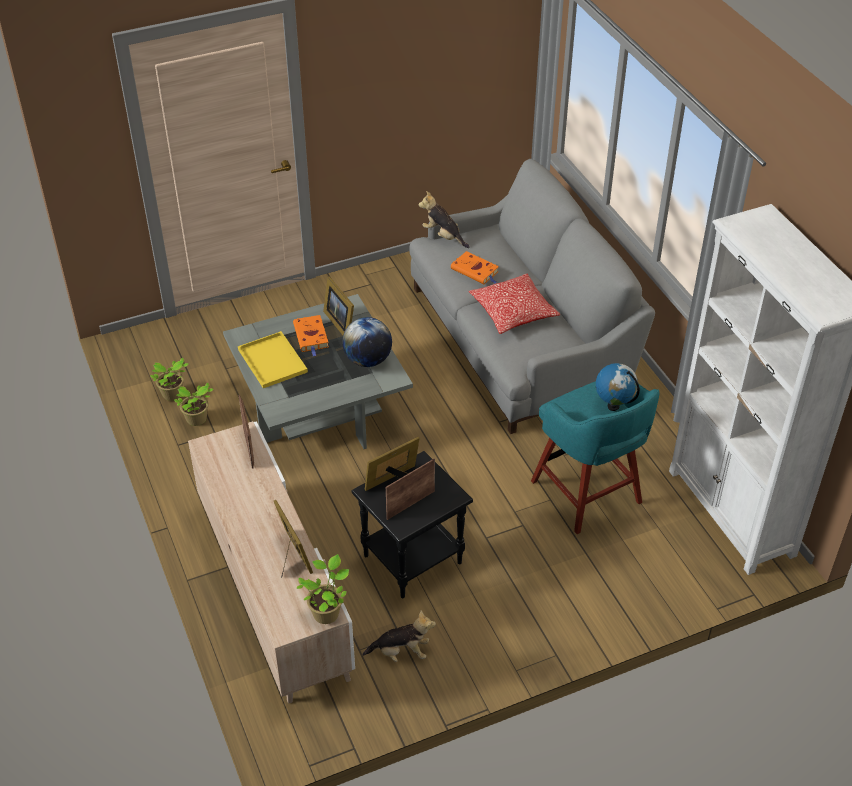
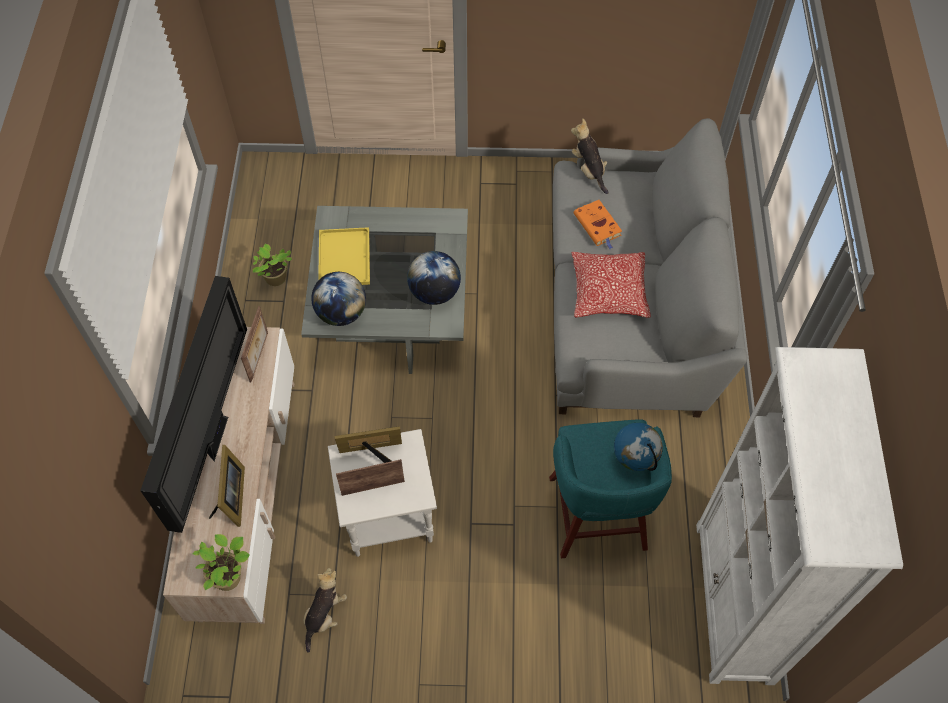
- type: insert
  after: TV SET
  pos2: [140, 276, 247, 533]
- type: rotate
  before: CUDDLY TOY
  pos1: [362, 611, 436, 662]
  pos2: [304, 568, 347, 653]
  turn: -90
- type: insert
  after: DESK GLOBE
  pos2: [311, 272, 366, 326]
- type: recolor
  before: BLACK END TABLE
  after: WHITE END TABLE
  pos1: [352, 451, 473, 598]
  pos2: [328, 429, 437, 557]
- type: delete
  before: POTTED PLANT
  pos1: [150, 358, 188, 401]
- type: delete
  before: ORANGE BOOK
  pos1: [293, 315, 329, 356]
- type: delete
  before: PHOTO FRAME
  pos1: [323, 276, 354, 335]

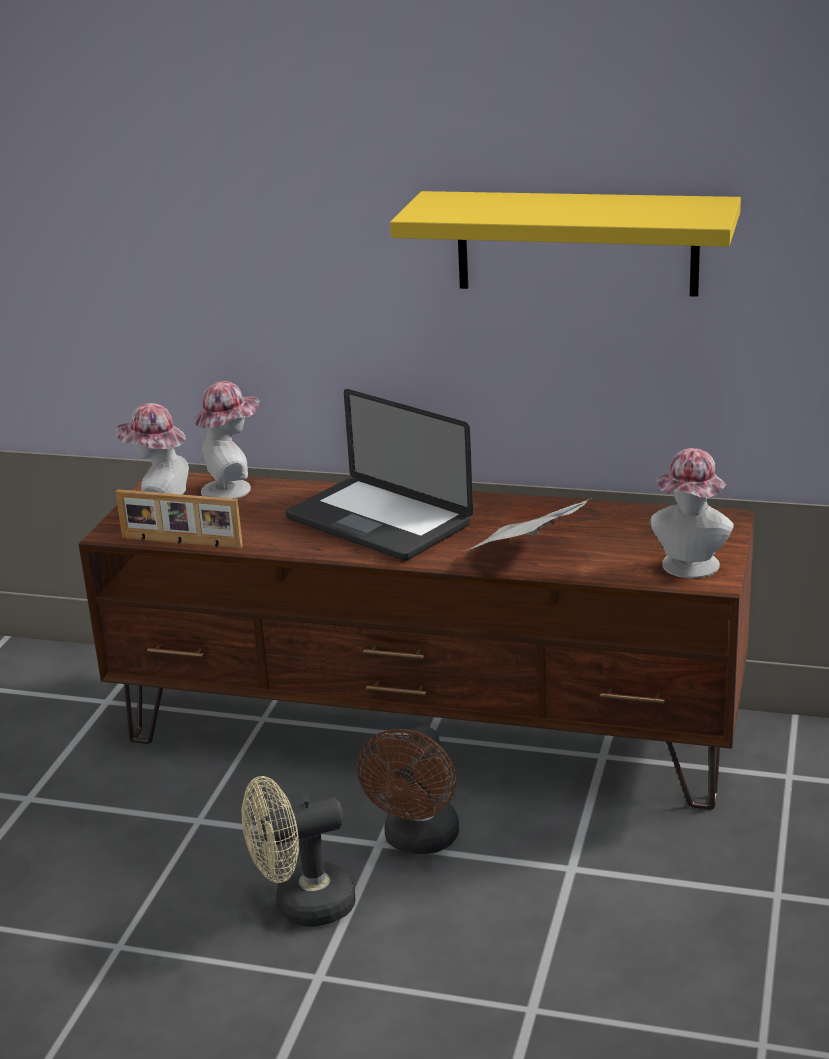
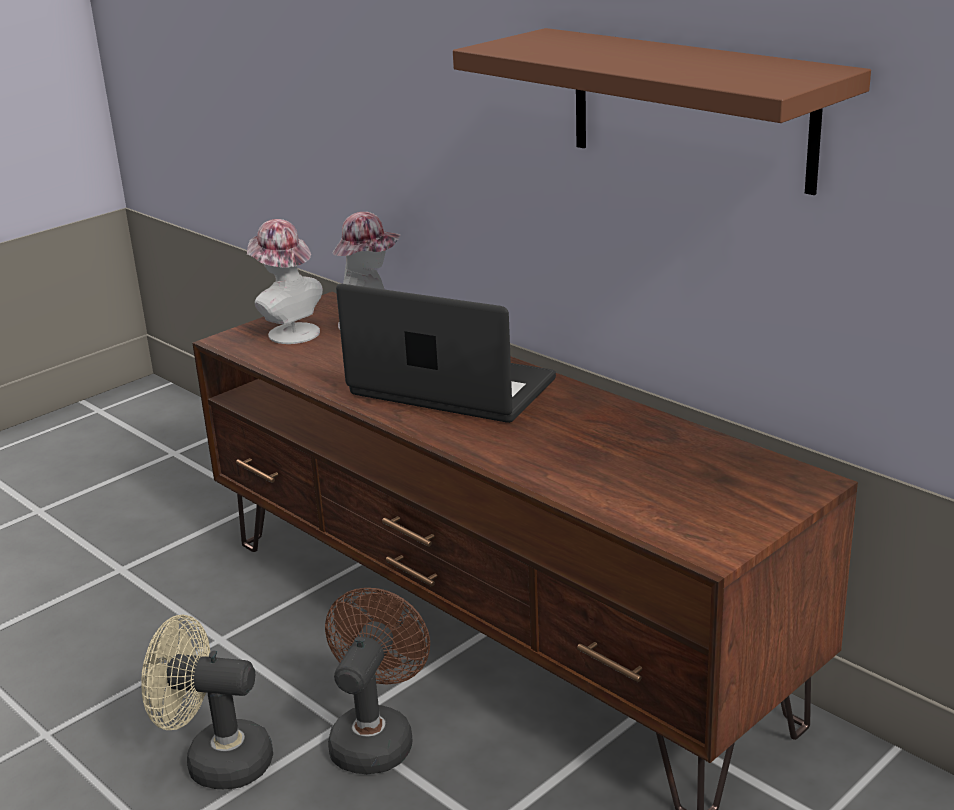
- type: rotate
  before: BROWN-COLOURED ELECTRIC FAN
  pos1: [357, 725, 459, 854]
  pos2: [325, 588, 430, 774]
  turn: 150
- type: rotate
  before: NOTEBOOK COMPUTER
  pos1: [285, 389, 473, 561]
  pos2: [336, 284, 556, 423]
  turn: 135
- type: recolor
  before: YELLOWISH BRACKET SHELF
  after: BROWN-COLOURED BRACKET SHELF
  pos1: [390, 191, 741, 297]
  pos2: [453, 28, 871, 195]
- type: delete
  before: PHOTO FRAME
  pos1: [116, 489, 243, 549]
- type: delete
  before: NEWSPAPER
  pos1: [464, 497, 595, 551]
- type: delete
  before: HAT
  pos1: [650, 448, 734, 578]

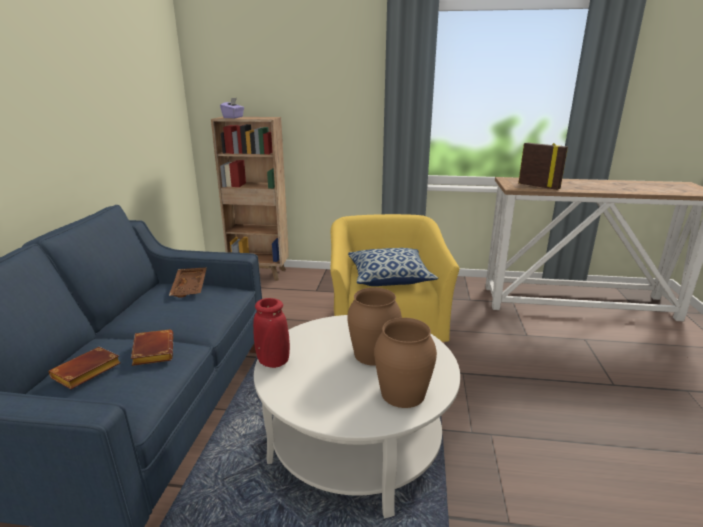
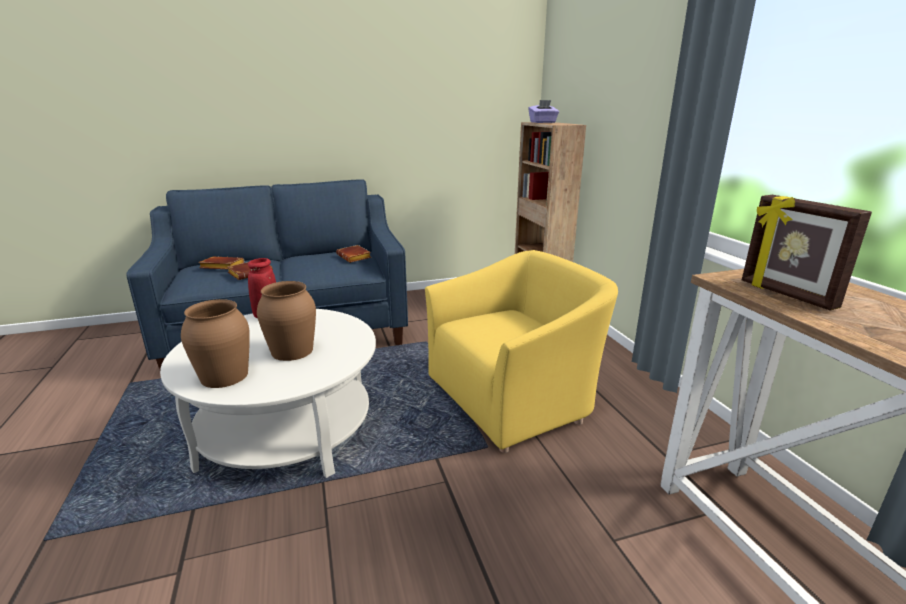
- type: replace
  before: BROWN-COLOURED TRAY
  after: BROWN-COLOURED BOOK
  pos1: [169, 267, 207, 298]
  pos2: [336, 245, 371, 263]
- type: rotate
  before: PHOTO FRAME
  pos1: [518, 143, 568, 190]
  pos2: [742, 195, 872, 311]
  turn: 135
- type: delete
  before: PILLOW
  pos1: [348, 248, 438, 286]

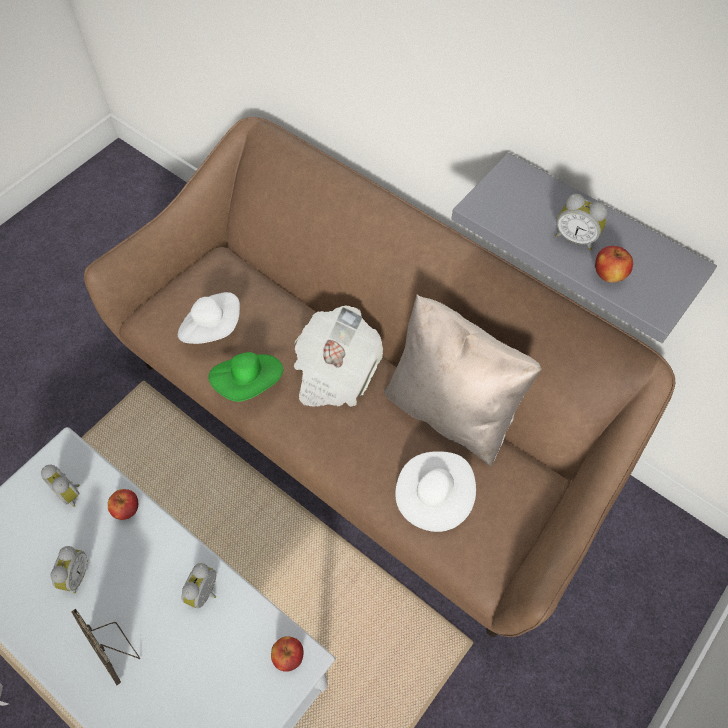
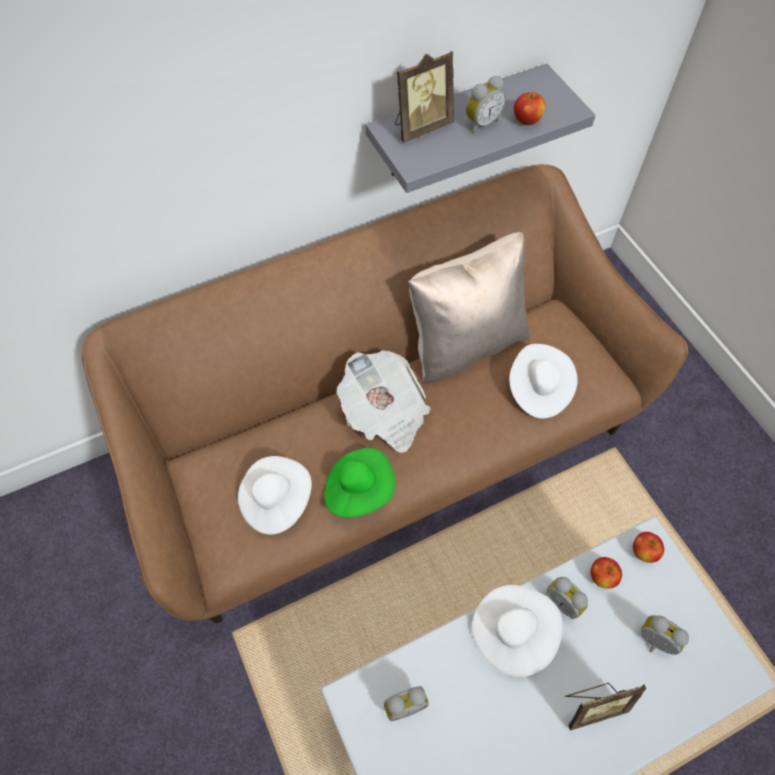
- type: insert
  after: PHOTO FRAME
  pos2: [395, 51, 454, 142]
- type: insert
  after: WHITE HAT
  pos2: [472, 585, 563, 677]
- type: move
  before: APPLE
  pos1: [108, 489, 138, 520]
  pos2: [591, 557, 622, 589]
- type: move
  before: TABLE CLOCK
  pos1: [51, 546, 88, 594]
  pos2: [641, 615, 689, 655]

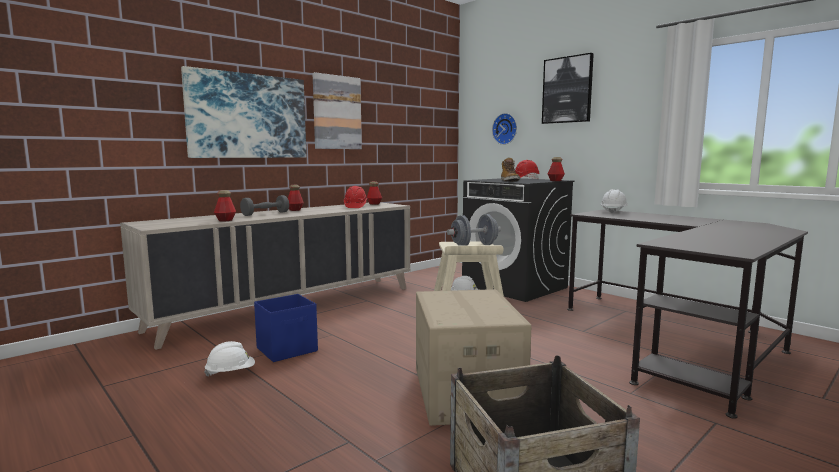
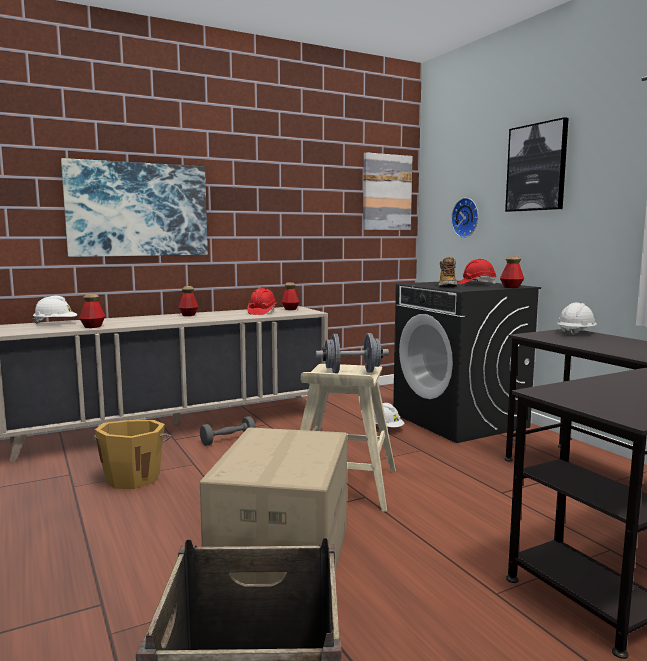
- type: move
  before: WHITE HARD HAT
  pos1: [204, 341, 255, 376]
  pos2: [33, 296, 77, 324]
- type: replace
  before: BLUISH STORAGE BOX
  after: ORANGE WATER BUCKET
  pos1: [254, 294, 318, 362]
  pos2: [93, 420, 172, 489]
- type: move
  before: GRAY DUMBBELL
  pos1: [240, 195, 289, 216]
  pos2: [200, 416, 256, 446]
- type: move
  before: WALL PICTURE
  pos1: [313, 72, 362, 149]
  pos2: [363, 152, 412, 230]

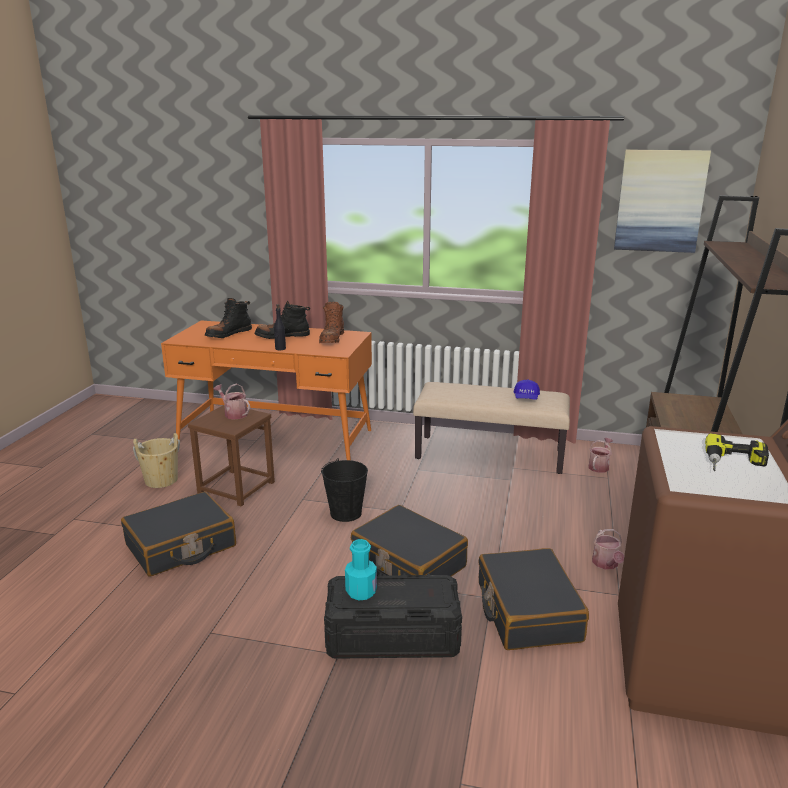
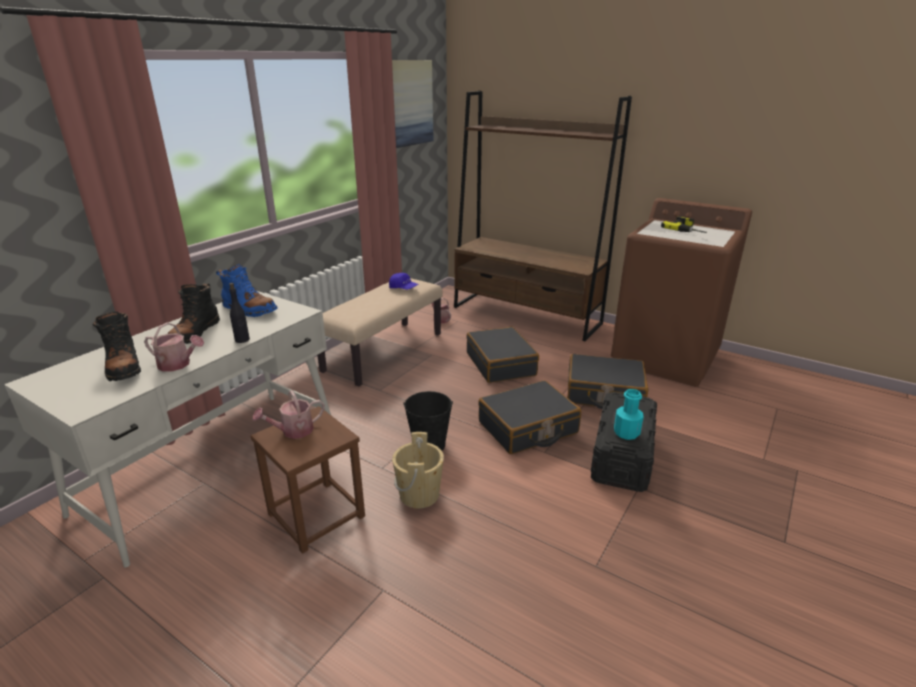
- type: recolor
  before: ORANGE DESK UNIT
  after: WHITE DESK UNIT
  pos1: [161, 320, 372, 460]
  pos2: [4, 291, 331, 567]
- type: move
  before: WATERING POT
  pos1: [592, 529, 624, 569]
  pos2: [144, 322, 204, 372]
- type: recolor
  before: BROWN-COLOURED BOOT
  after: BLUISH BOOT
  pos1: [319, 302, 344, 343]
  pos2: [216, 264, 277, 317]
- type: move
  before: BEIGE WATER BUCKET
  pos1: [133, 433, 180, 488]
  pos2: [392, 432, 444, 508]
- type: move
  before: BLACK PIECE OF LUGGAGE
  pos1: [121, 492, 236, 576]
  pos2: [466, 327, 539, 383]

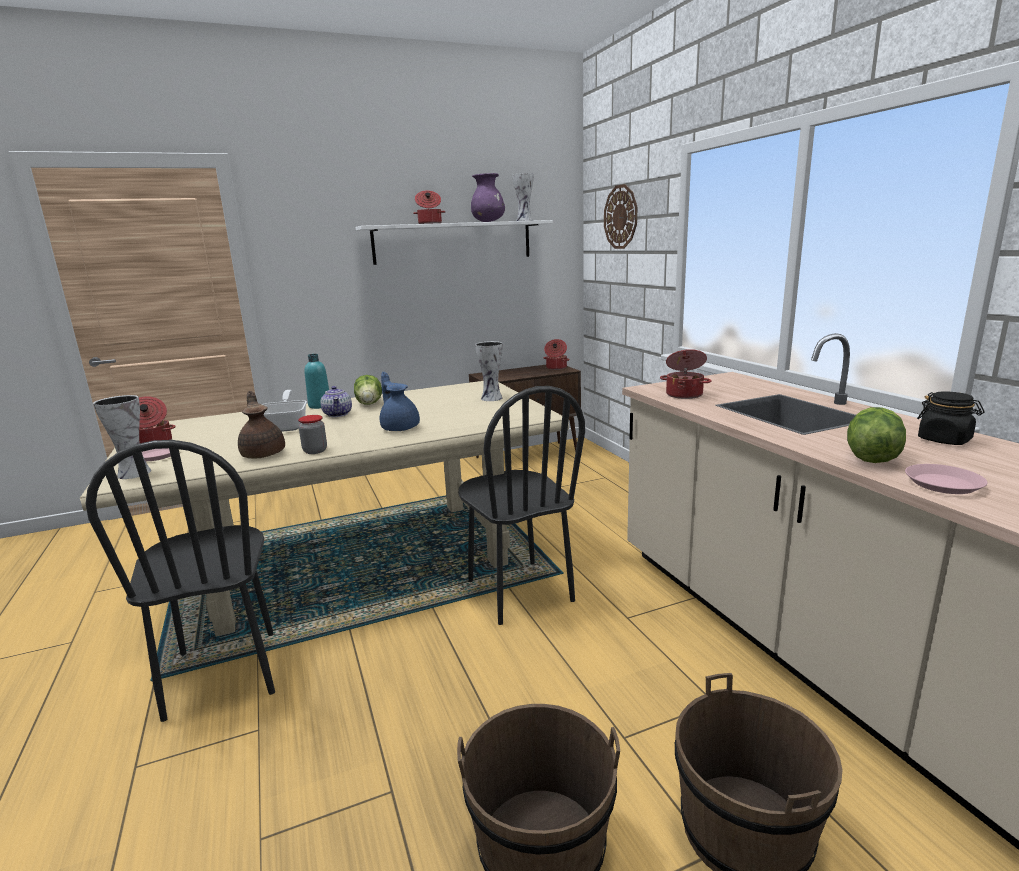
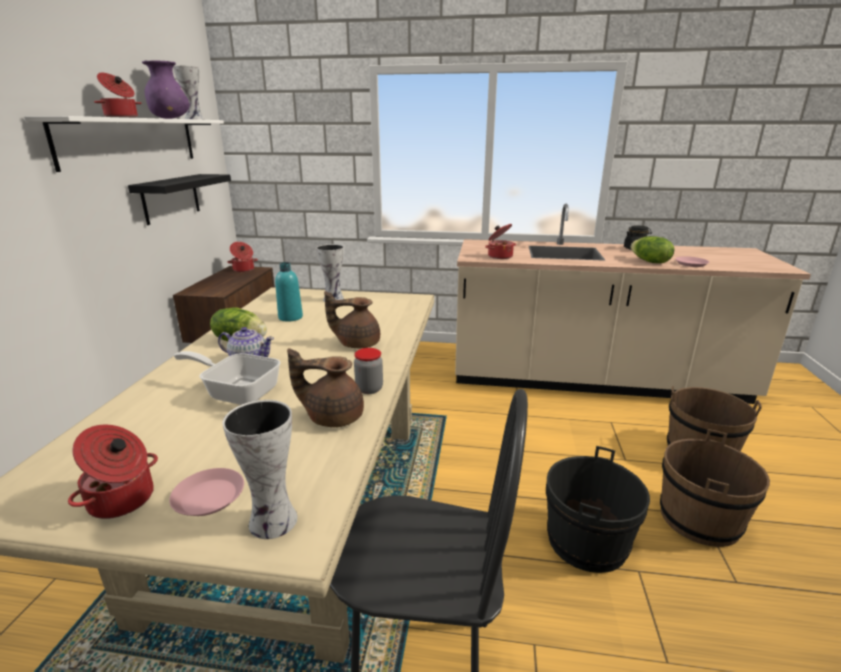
- type: insert
  after: BLACK BRACKET SHELF
  pos2: [128, 174, 231, 225]
- type: move
  before: BLUE-GREEN BEVERAGE BOTTLE
  pos1: [304, 354, 329, 409]
  pos2: [275, 262, 303, 322]
- type: recolor
  before: BLUISH TEA POT
  after: BROWN-COLOURED TEA POT
  pos1: [380, 372, 420, 431]
  pos2: [324, 291, 380, 348]
- type: insert
  after: BLACK WATER BUCKET
  pos2: [546, 446, 650, 573]
- type: delete
  before: BLACK PLAIN CHAIR
  pos1: [458, 386, 585, 625]
- type: delete
  before: WALL CLOCK
  pos1: [604, 184, 637, 249]

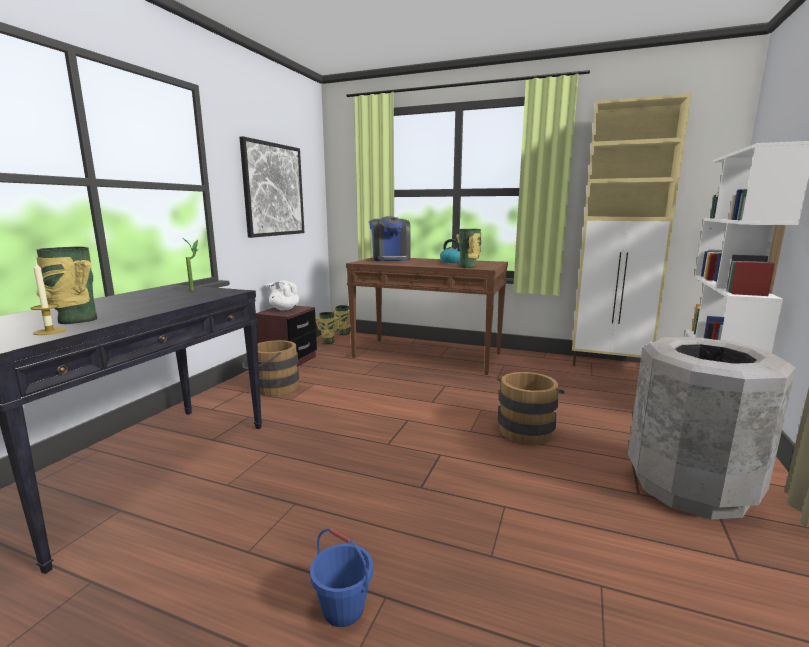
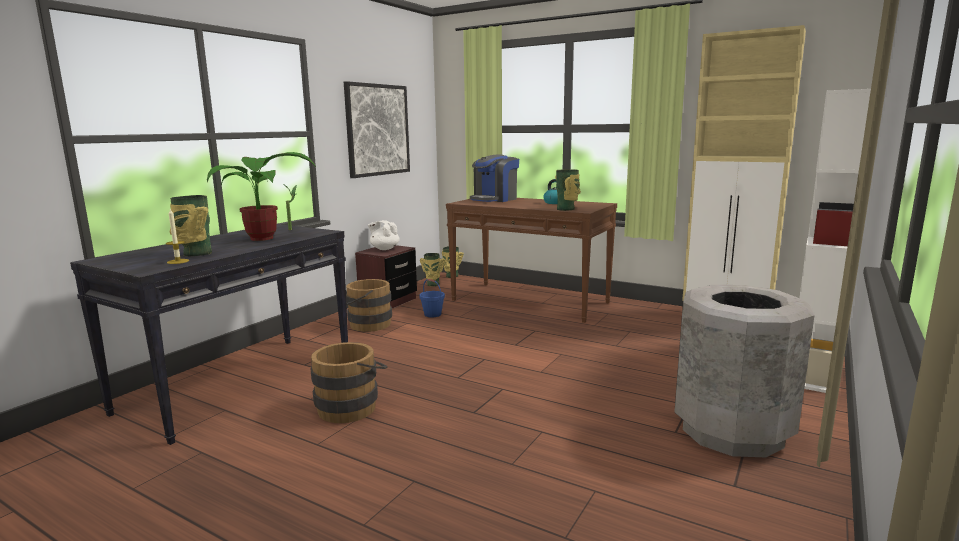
- type: insert
  after: POTTED PLANT
  pos2: [207, 152, 316, 241]
- type: move
  before: BROWN-COLOURED WATER BUCKET
  pos1: [497, 372, 565, 445]
  pos2: [311, 342, 388, 423]
- type: move
  before: BLUISH WATER BUCKET
  pos1: [310, 528, 373, 627]
  pos2: [419, 279, 445, 317]
- type: rotate
  before: COFFEE MACHINE
  pos1: [369, 216, 411, 261]
  pos2: [470, 154, 519, 202]
  turn: 45

